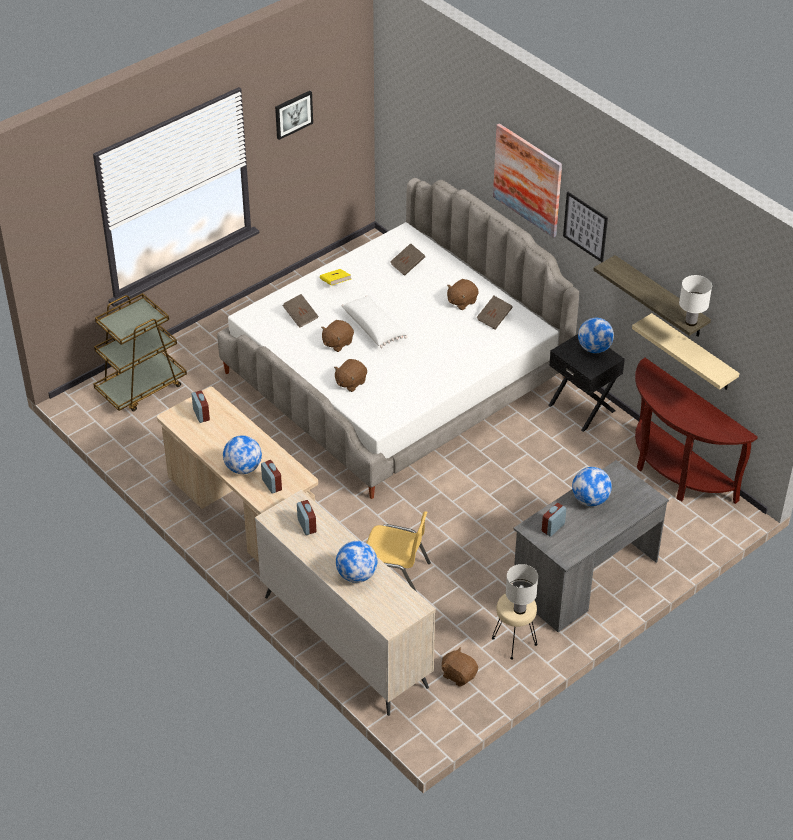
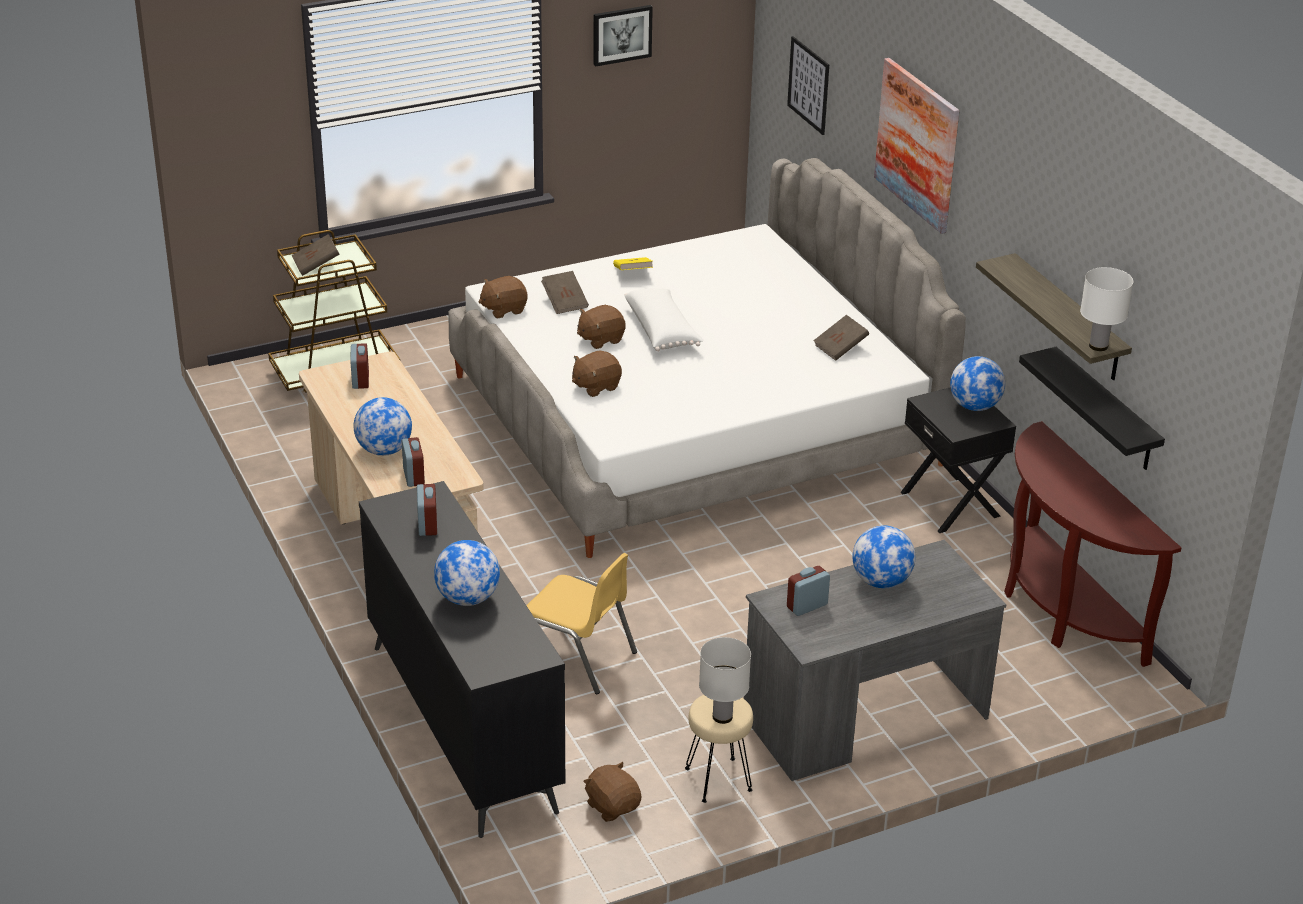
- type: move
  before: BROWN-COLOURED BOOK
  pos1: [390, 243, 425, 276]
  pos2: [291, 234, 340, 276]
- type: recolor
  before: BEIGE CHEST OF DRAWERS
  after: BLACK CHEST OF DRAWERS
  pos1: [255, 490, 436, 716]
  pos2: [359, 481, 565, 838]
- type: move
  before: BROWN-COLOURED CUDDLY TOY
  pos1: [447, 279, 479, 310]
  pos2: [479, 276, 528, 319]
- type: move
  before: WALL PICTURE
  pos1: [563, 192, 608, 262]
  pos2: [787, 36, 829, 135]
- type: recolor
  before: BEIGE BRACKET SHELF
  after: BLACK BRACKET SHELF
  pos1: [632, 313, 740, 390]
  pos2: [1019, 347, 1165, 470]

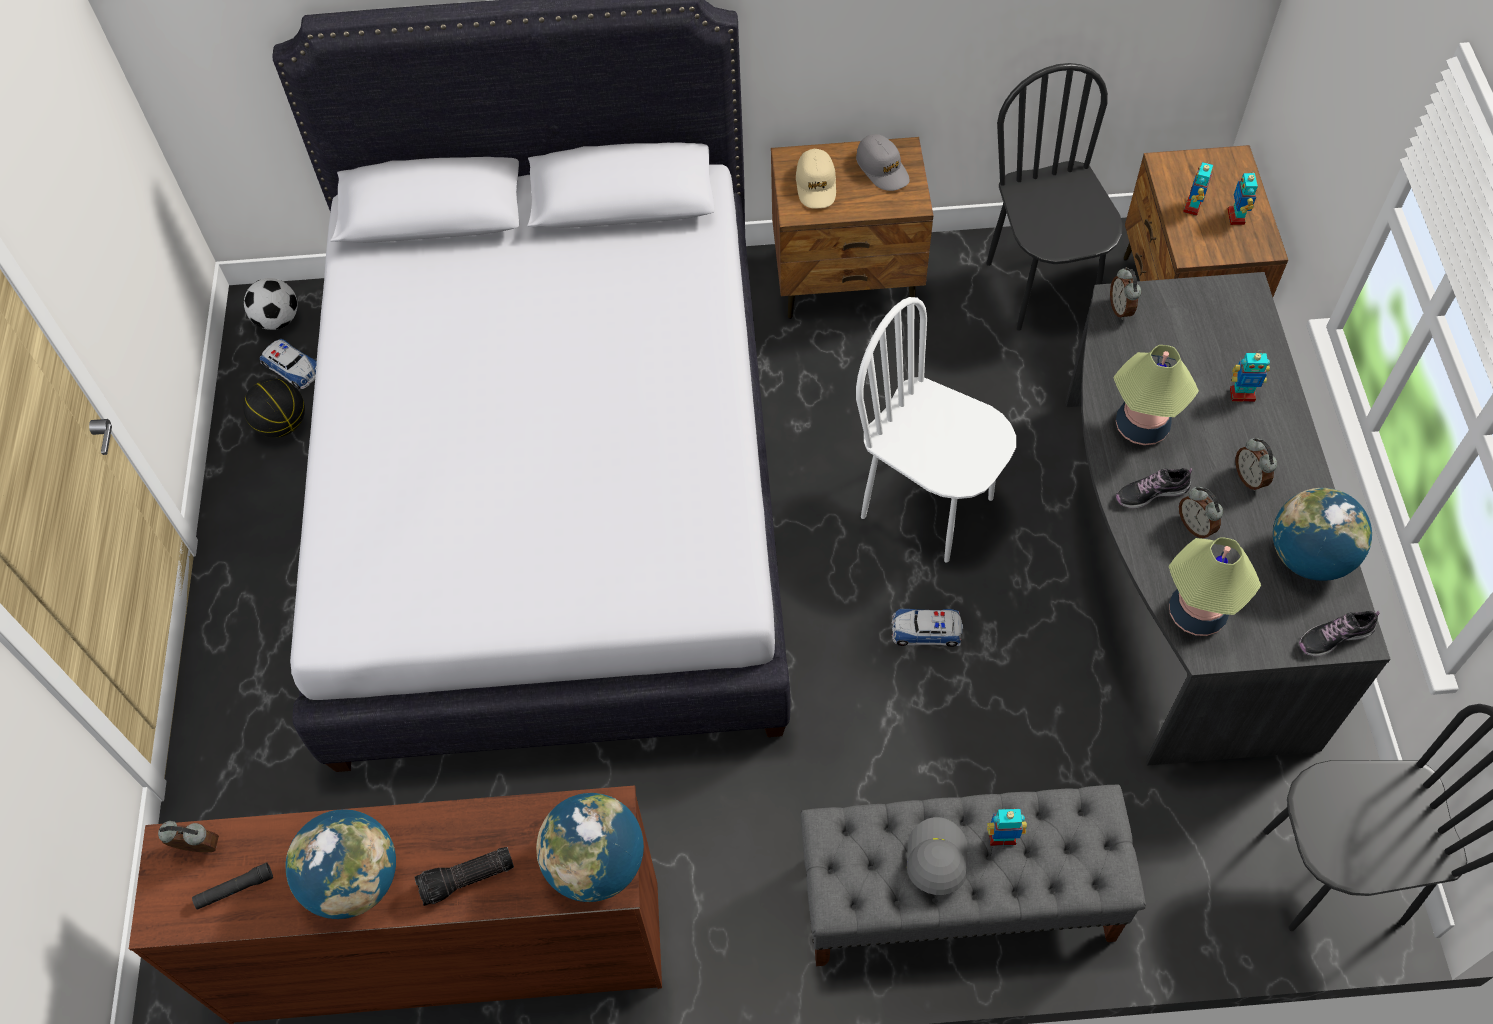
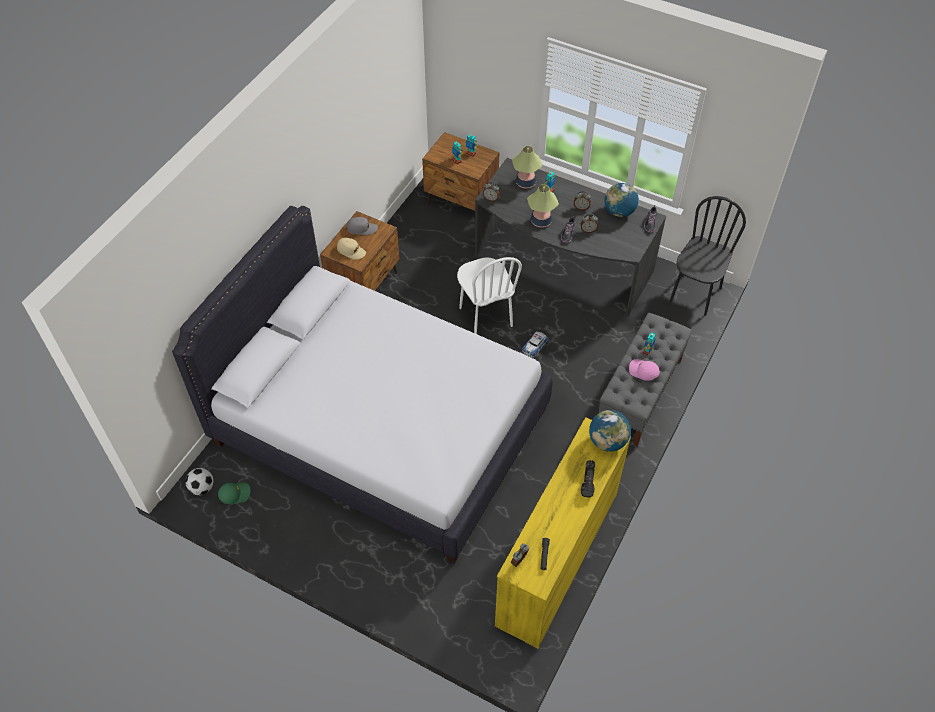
- type: replace
  before: MODEL CAR
  after: GREEN PEAKED CAP
  pos1: [260, 339, 317, 389]
  pos2: [218, 482, 250, 504]
- type: rotate
  before: WHITE PLAIN CHAIR
  pos1: [856, 297, 1016, 563]
  pos2: [457, 257, 522, 334]
  turn: -90
- type: recolor
  before: BROWN-COLOURED CHEST OF DRAWERS
  after: YELLOWISH CHEST OF DRAWERS
  pos1: [129, 786, 662, 1024]
  pos2: [495, 417, 631, 649]
- type: move
  before: LAMP FOR A TABLE
  pos1: [1169, 537, 1261, 636]
  pos2: [512, 146, 542, 188]
- type: recolor
  before: GRAY PEAKED CAP
  after: PINK PEAKED CAP
  pos1: [907, 817, 967, 895]
  pos2: [629, 359, 660, 381]
- type: delete
  before: BASKETBALL
  pos1: [243, 378, 305, 438]
- type: delete
  before: DESK GLOBE
  pos1: [285, 810, 396, 919]
- type: delete
  before: BLACK PLAIN CHAIR
  pos1: [986, 63, 1123, 331]

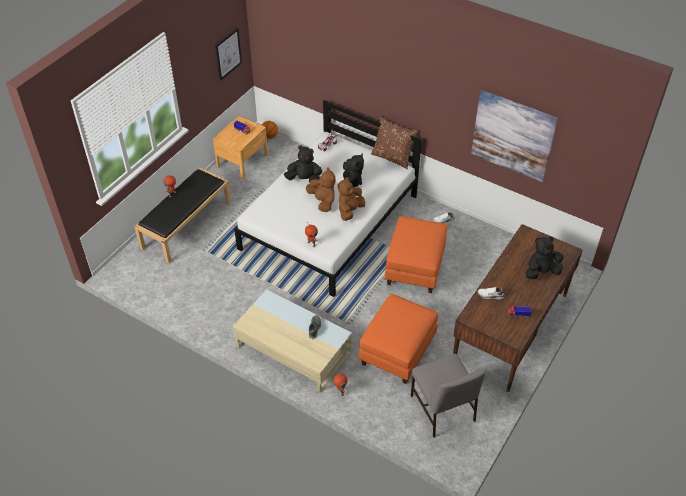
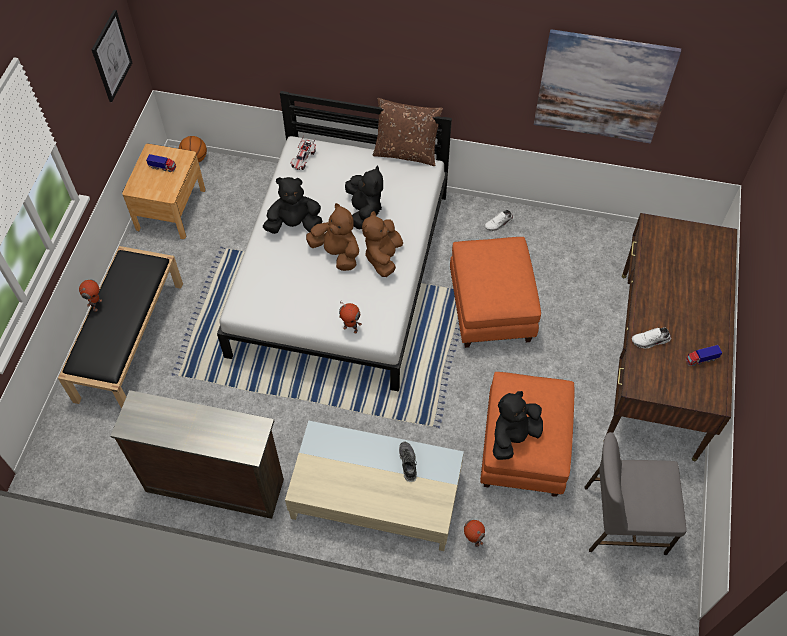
- type: insert
  after: BROWN-COLOURED CHEST OF DRAWERS
  pos2: [110, 390, 284, 519]
- type: move
  before: BLACK CUDDLY TOY
  pos1: [525, 236, 564, 279]
  pos2: [493, 391, 543, 460]
- type: rotate
  before: GRAY PLAIN CHAIR
  pos1: [411, 354, 486, 437]
  pos2: [585, 432, 687, 555]
  turn: 135

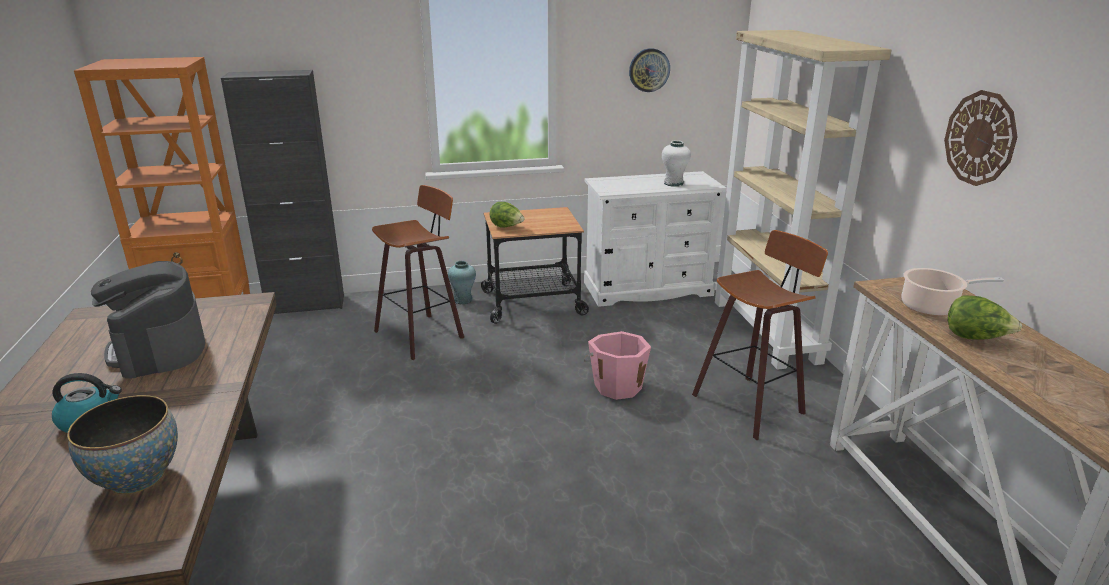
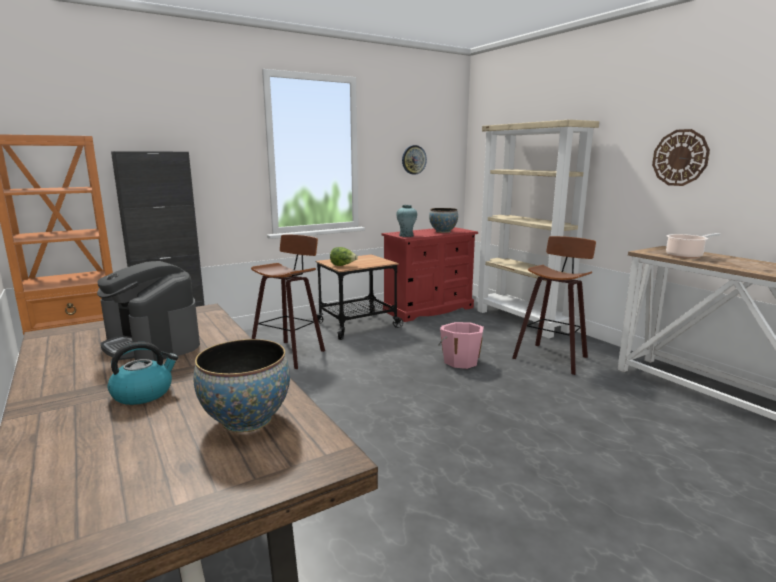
- type: recolor
  before: WHITE CHEST OF DRAWERS
  after: REDDISH CHEST OF DRAWERS
  pos1: [584, 171, 727, 307]
  pos2: [382, 227, 478, 322]
- type: move
  before: BLUE-GREEN VASE
  pos1: [448, 261, 476, 305]
  pos2: [396, 205, 417, 237]
- type: replace
  before: WHITE VASE
  after: BOWL
  pos1: [662, 140, 691, 187]
  pos2: [429, 208, 458, 233]
- type: delete
  before: LETTUCE
  pos1: [948, 295, 1022, 340]

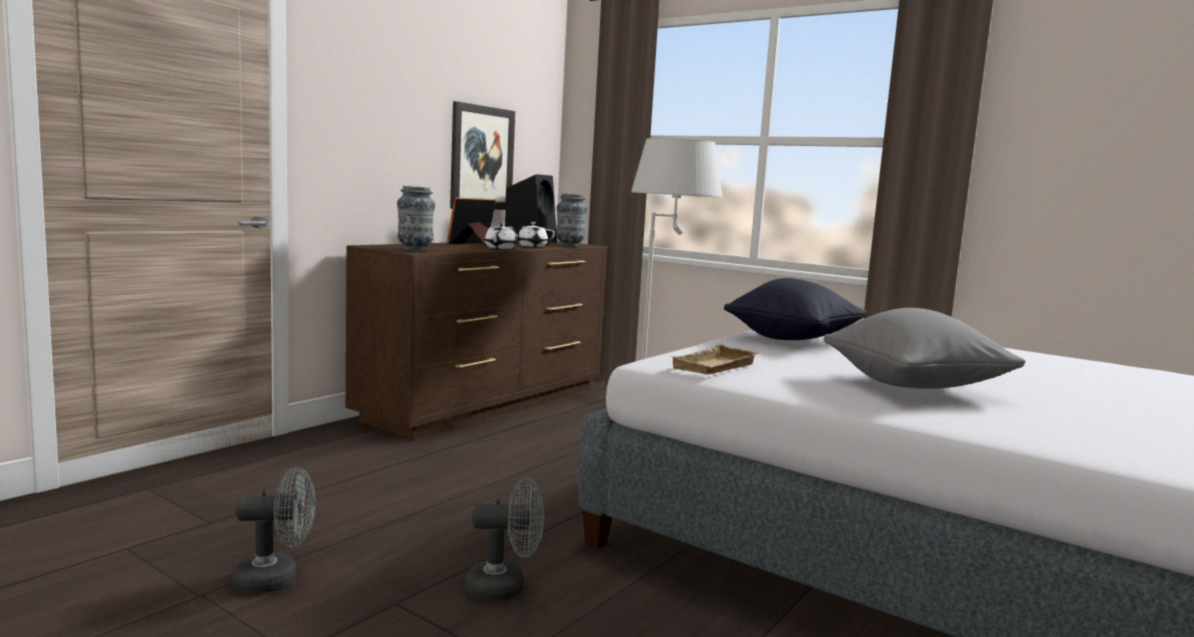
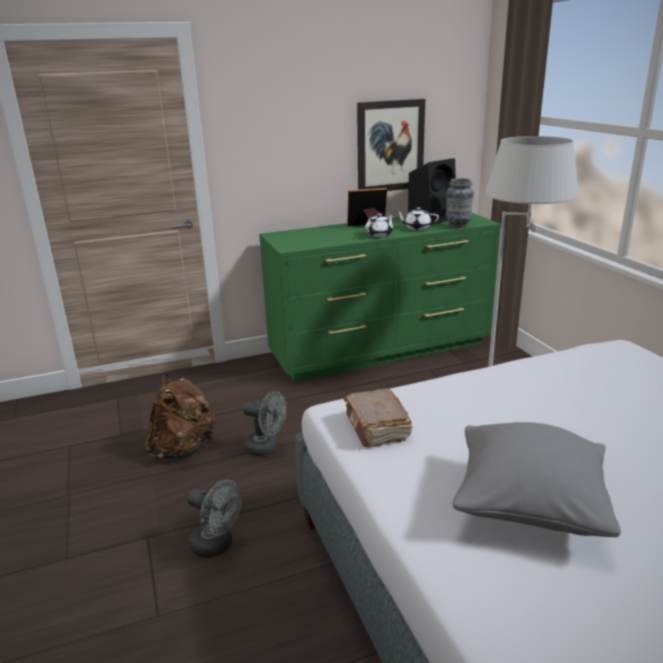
- type: insert
  after: BROWN-COLOURED BACKPACK
  pos2: [145, 374, 216, 459]
- type: move
  before: GRAY ELECTRIC FAN
  pos1: [232, 467, 316, 593]
  pos2: [243, 391, 286, 456]
- type: recolor
  before: BROWN-COLOURED CHEST OF DRAWERS
  after: GREEN CHEST OF DRAWERS
  pos1: [346, 241, 607, 440]
  pos2: [259, 213, 501, 382]
- type: replace
  before: BEIGE TRAY
  after: BROWN-COLOURED BOOK
  pos1: [670, 344, 759, 374]
  pos2: [344, 388, 413, 448]
- type: delete
  before: VASE
  pos1: [397, 186, 435, 251]
- type: delete
  before: BLACK PILLOW
  pos1: [724, 278, 867, 340]

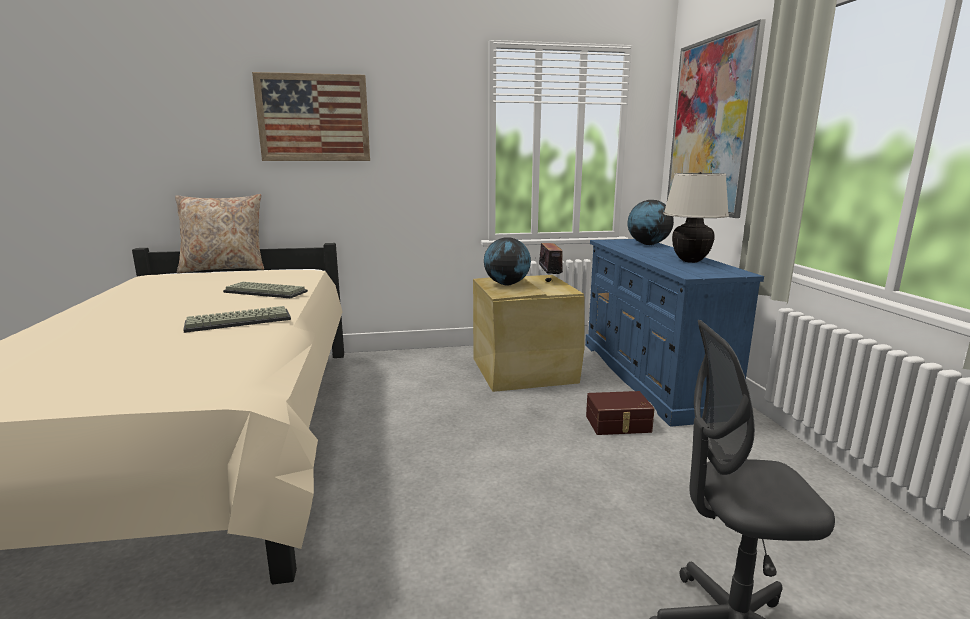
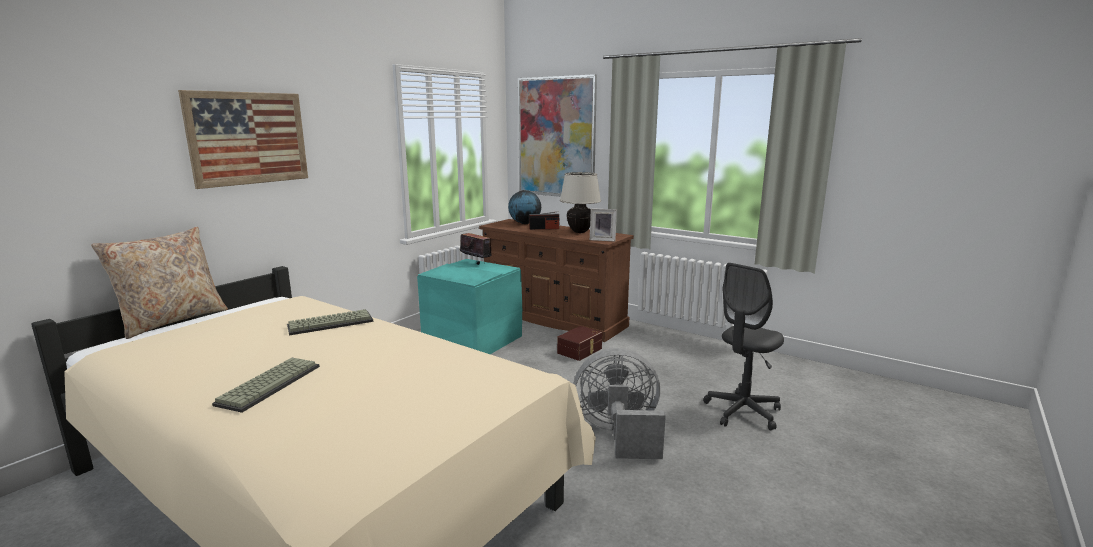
- type: move
  before: COMPUTER KEYBOARD
  pos1: [183, 306, 291, 333]
  pos2: [212, 358, 320, 413]
- type: recolor
  before: BEIGE STORAGE BOX
  after: BLUE-GREEN STORAGE BOX
  pos1: [473, 275, 585, 392]
  pos2: [417, 259, 522, 354]
- type: recolor
  before: BLUISH CHEST OF DRAWERS
  after: BROWN-COLOURED CHEST OF DRAWERS
  pos1: [585, 239, 764, 427]
  pos2: [479, 219, 634, 342]
- type: insert
  after: RADIO
  pos2: [529, 211, 559, 230]
- type: insert
  after: GRAY ELECTRIC FAN
  pos2: [574, 348, 666, 459]
- type: insert
  after: PHOTO FRAME
  pos2: [590, 208, 617, 241]
- type: delete
  before: DESK GLOBE
  pos1: [484, 237, 531, 285]

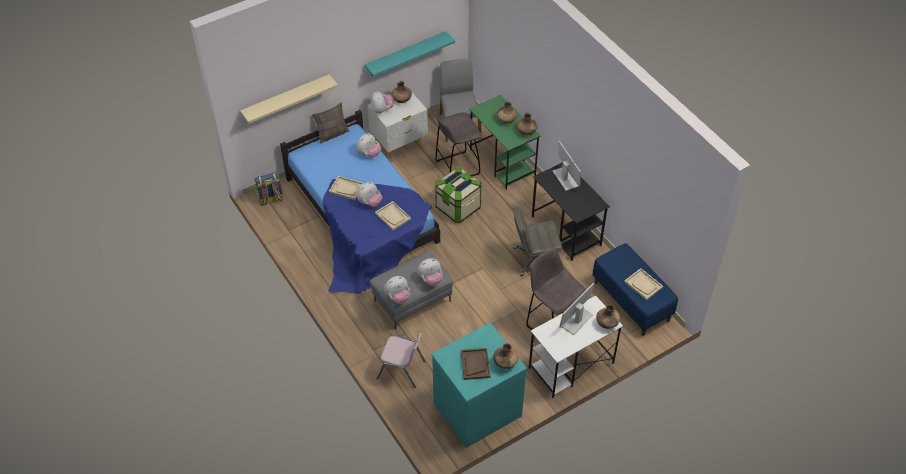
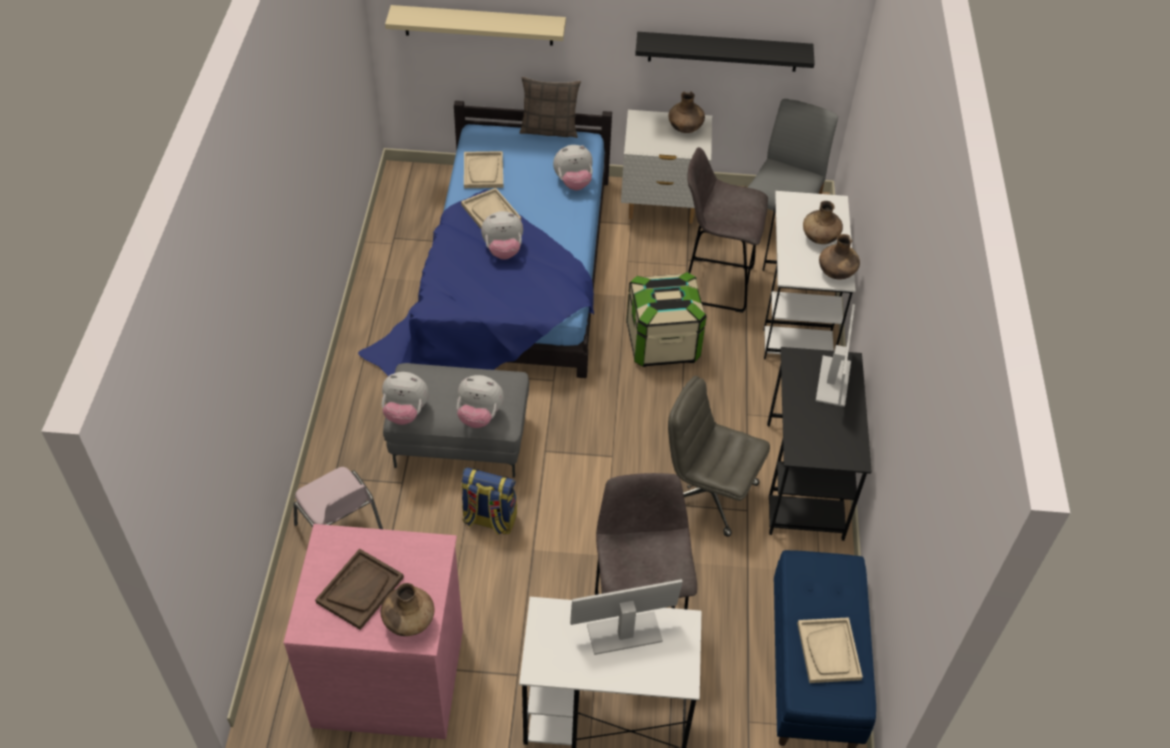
- type: recolor
  before: BLUE-GREEN CHEST OF DRAWERS
  after: PINK CHEST OF DRAWERS
  pos1: [431, 323, 527, 448]
  pos2: [283, 524, 463, 739]
- type: move
  before: BACKPACK
  pos1: [254, 172, 284, 206]
  pos2: [461, 467, 517, 535]
- type: move
  before: BEIGE TRAY
  pos1: [375, 201, 411, 230]
  pos2: [464, 151, 503, 188]
- type: recolor
  before: BLUE-GREEN BRACKET SHELF
  after: BLACK BRACKET SHELF
  pos1: [365, 31, 455, 77]
  pos2: [635, 32, 815, 72]
- type: recolor
  before: GREEN DESK UNIT
  after: WHITE DESK UNIT
  pos1: [469, 95, 540, 190]
  pos2: [763, 191, 856, 359]
- type: delete
  before: CUDDLY TOY
  pos1: [371, 90, 394, 114]
- type: delete
  before: BROWN-COLOURED VASE
  pos1: [596, 304, 620, 329]

